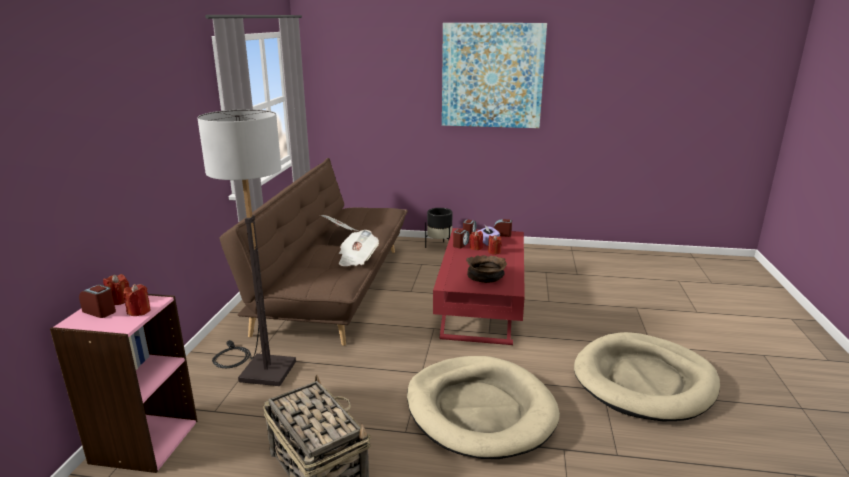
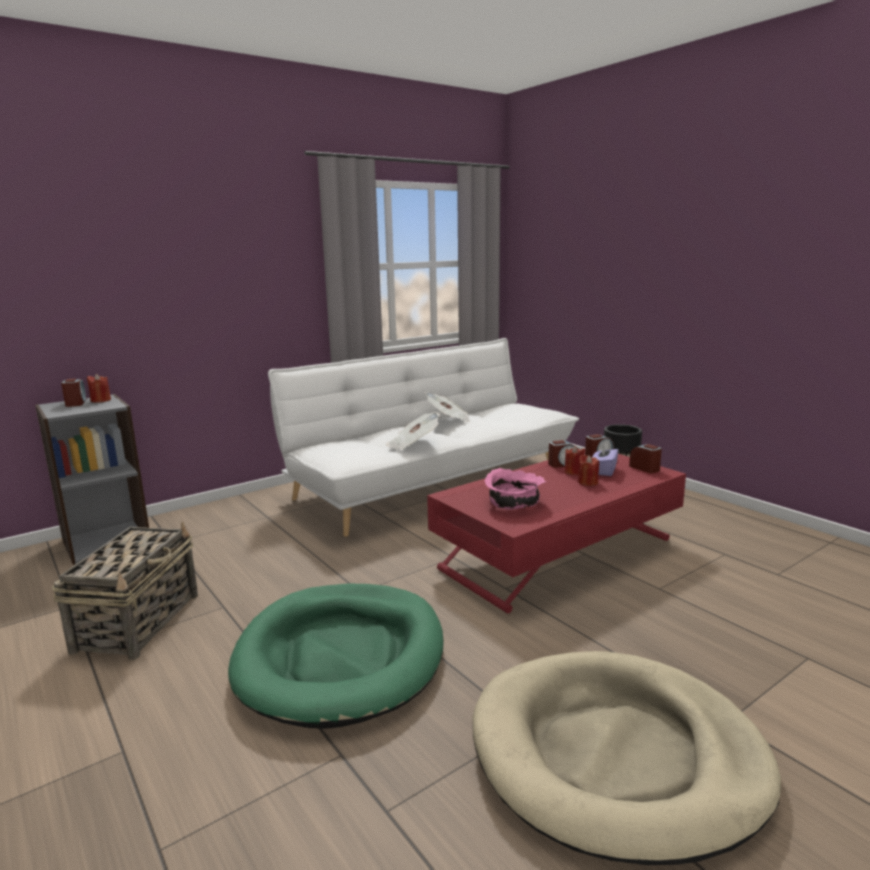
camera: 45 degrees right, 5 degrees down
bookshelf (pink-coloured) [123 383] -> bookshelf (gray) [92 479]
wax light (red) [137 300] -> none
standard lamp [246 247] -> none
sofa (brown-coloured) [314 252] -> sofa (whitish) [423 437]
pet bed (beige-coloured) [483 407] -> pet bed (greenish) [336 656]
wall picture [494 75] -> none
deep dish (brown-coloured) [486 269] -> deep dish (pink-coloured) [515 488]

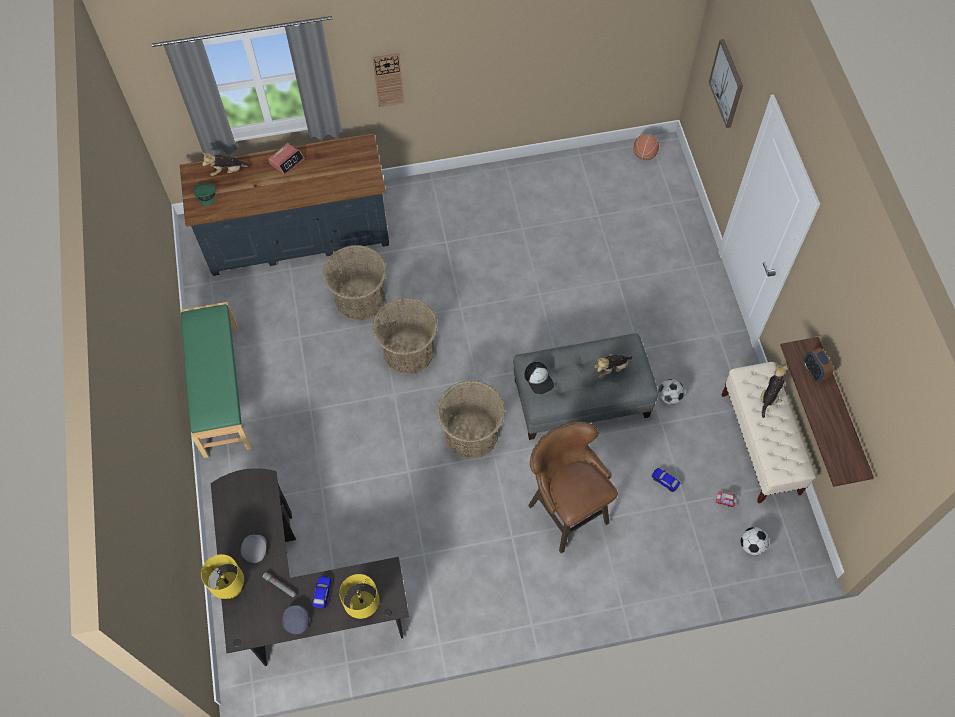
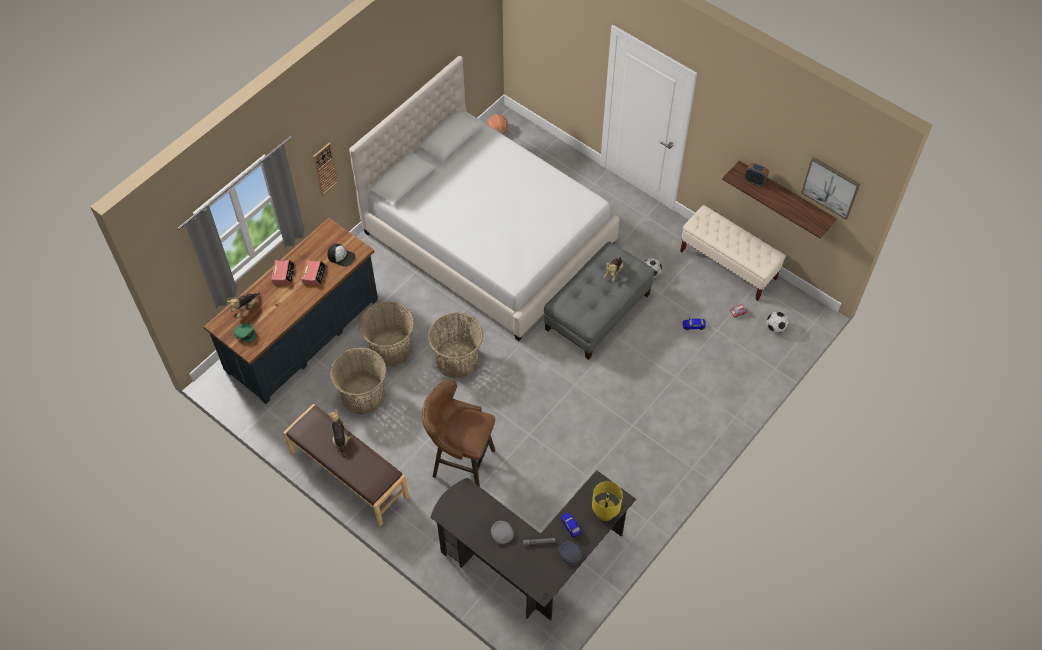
camera: 40 degrees left, 5 degrees down
bench (greenish) [216 380] -> bench (brown-coloured) [346 465]
tabletop lamp (yellowish) [222 576] -> none
storage basket [471 420] -> storage basket [358 381], move
baseball cap [539 378] -> baseball cap [341 255], move
stool seat (brown-coloured) [573 487] -> stool seat (brown-coloured) [458 433], move
wall picture [726 83] -> wall picture [830 188], move
cuddly toy [773 391] -> cuddly toy [340 434], move
none -> alarm clock [314 273]
none -> bedroom bed (whitish) [484 198]

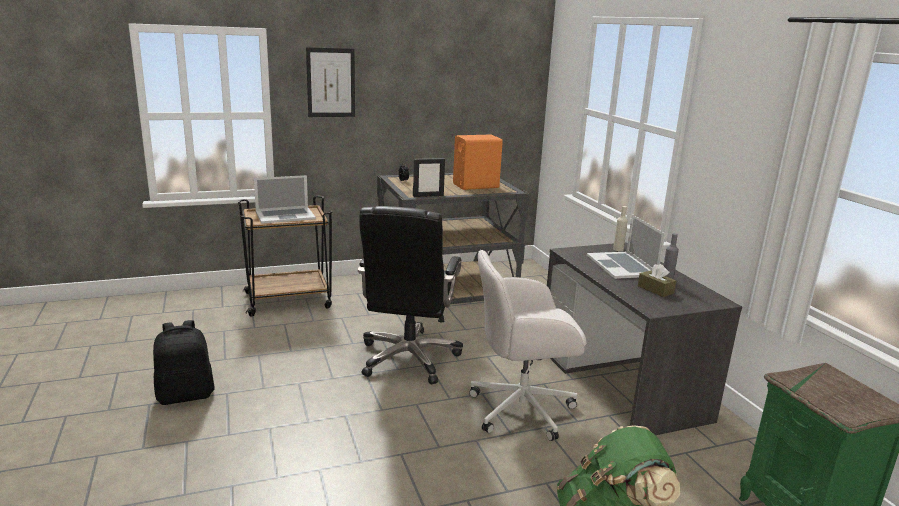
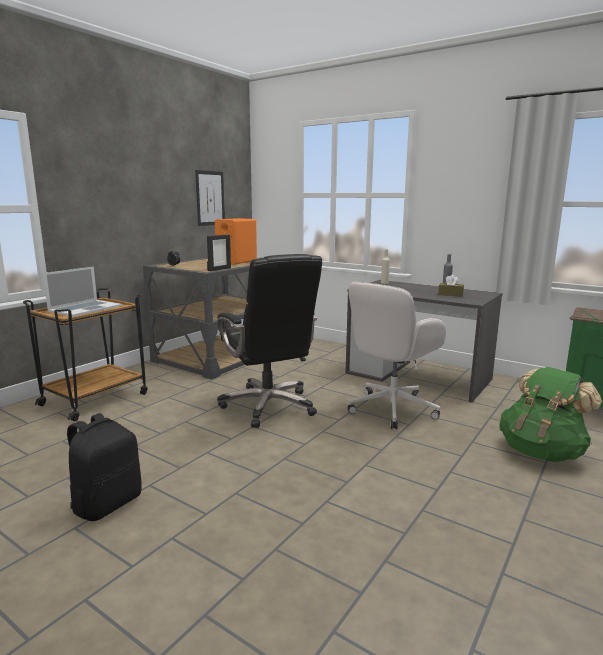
camera: 35 degrees left, 5 degrees down
wall picture [330 82] -> wall picture [210 198], move
portable computer [626 246] -> none

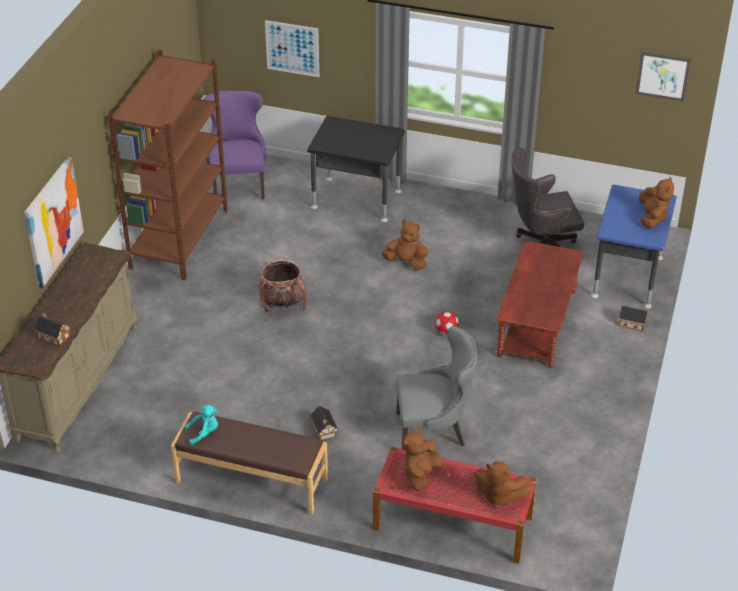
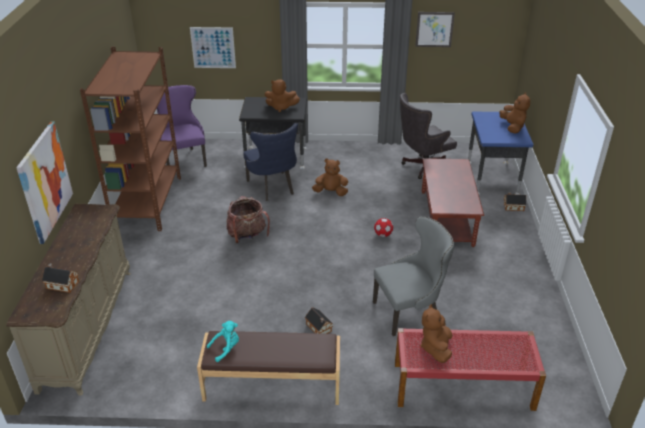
camera: 15 degrees left, 5 degrees down
cuddly toy (brown-coloured) [503 485] -> cuddly toy (brown-coloured) [282 95], move
wall picture [663 76] -> wall picture [435 29], move
none -> upright chair (blue-coloured) [271 161]

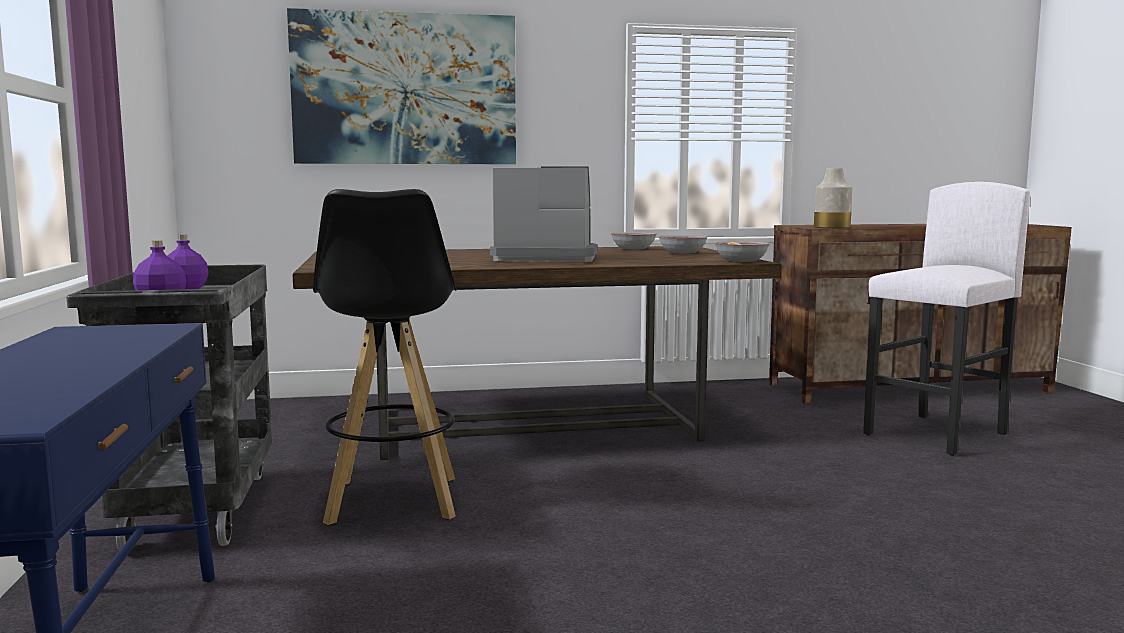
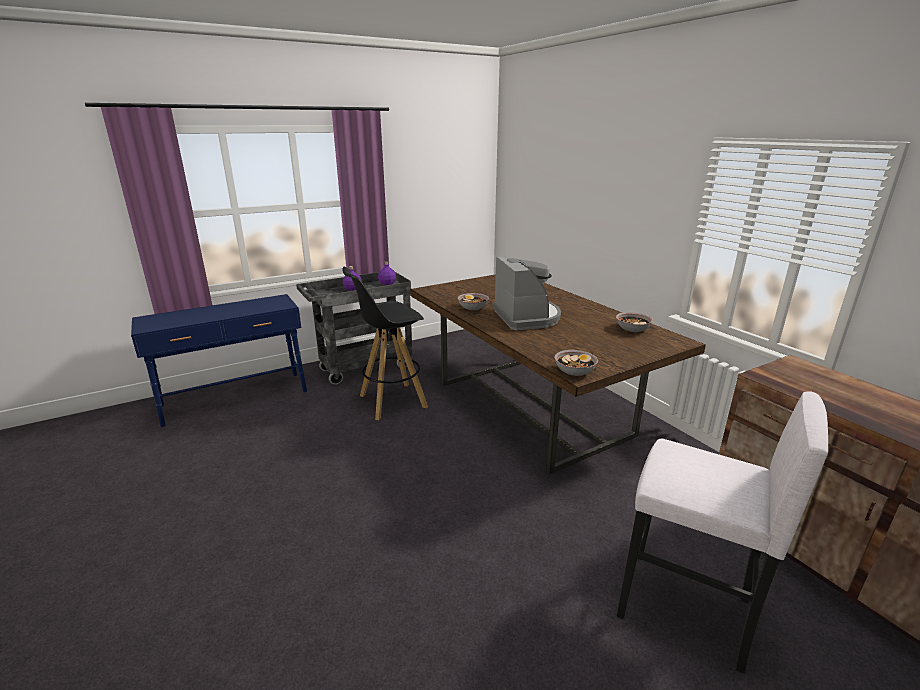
camera: 70 degrees right, 15 degrees up
wall picture [401 86] -> none
deep dish [683 244] -> deep dish [473 301], move
decorative vase (beige-coloured) [833 198] -> none

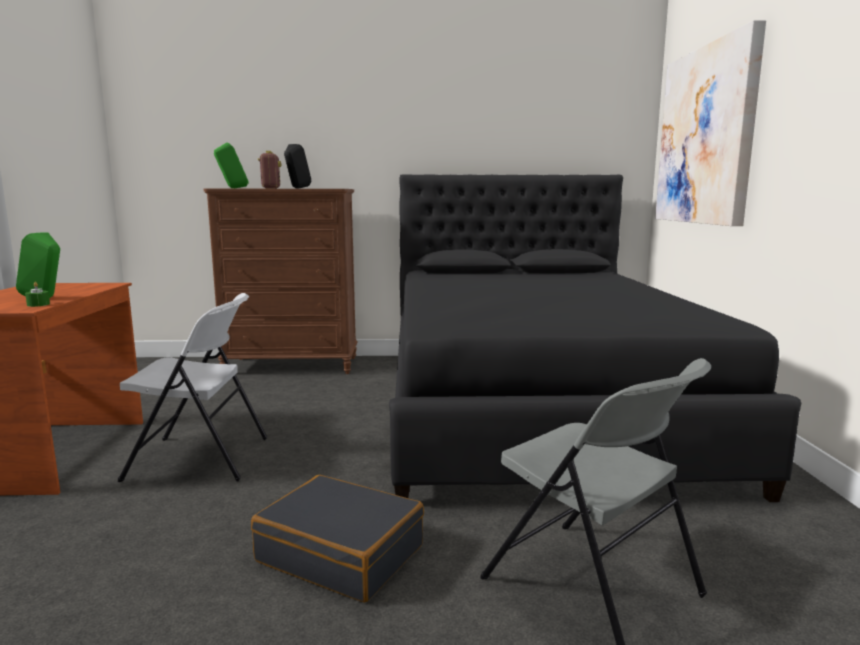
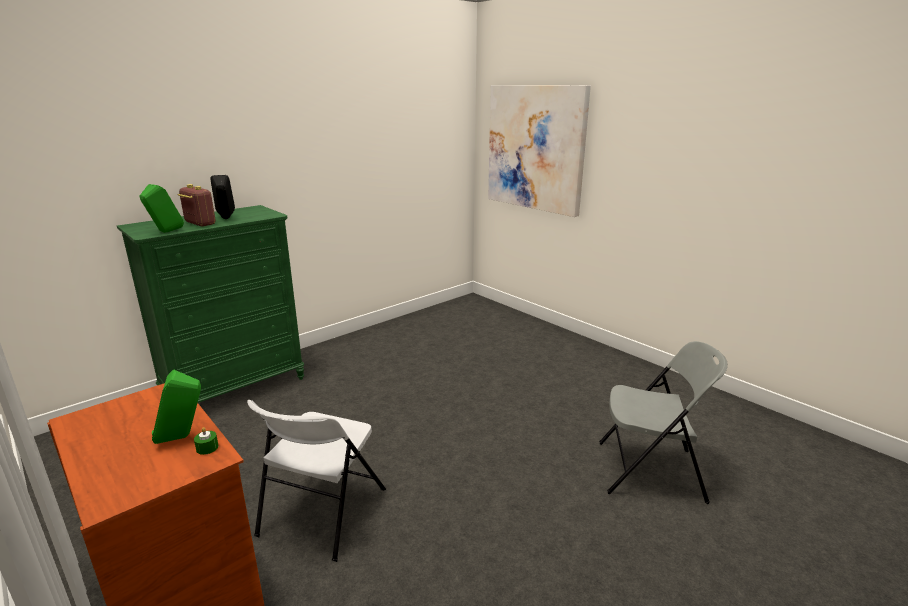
camera: 40 degrees left, 10 degrees up
upright chair (whitish) [192 387] -> upright chair (whitish) [316 481], 150 degrees clockwise
drawer chest (brown-coloured) [280 281] -> drawer chest (greenish) [210 304]
piece of luggage (black-coloured) [337 538] -> none
bedroom bed (black-coloured) [595 338] -> none

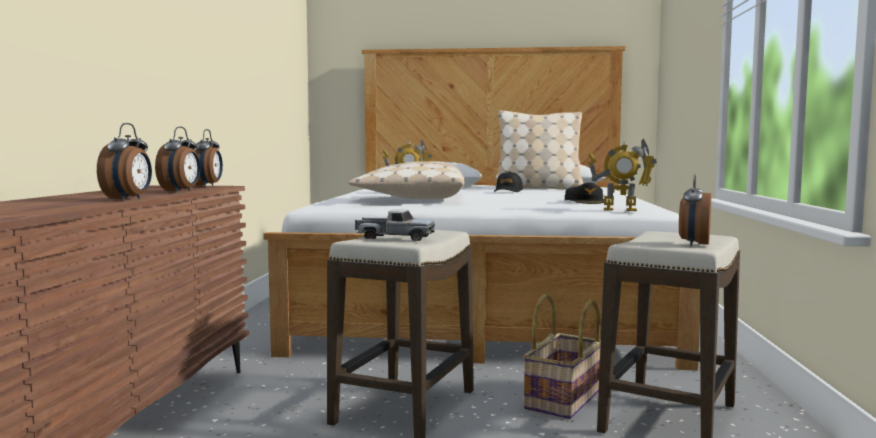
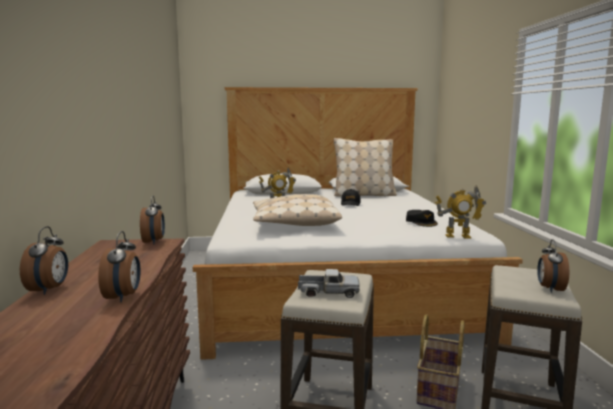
camera: 10 degrees left, 5 degrees up
alarm clock [177 159] -> alarm clock [44 260], move

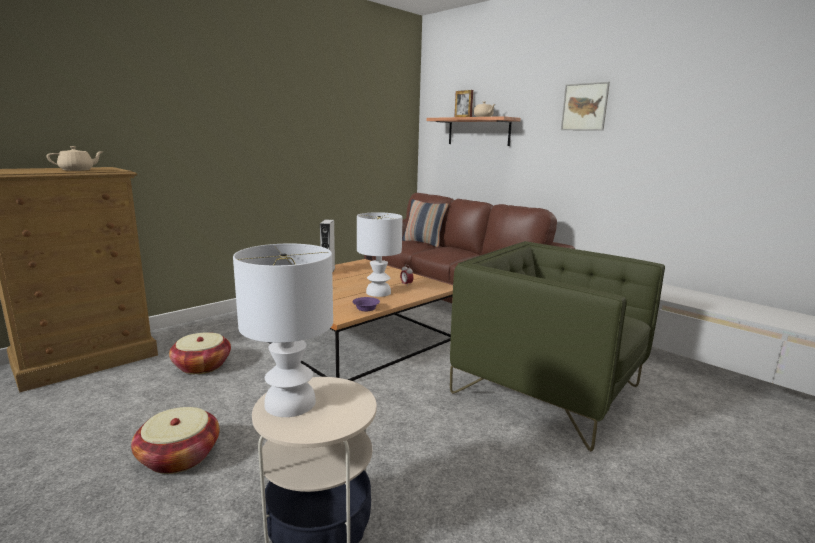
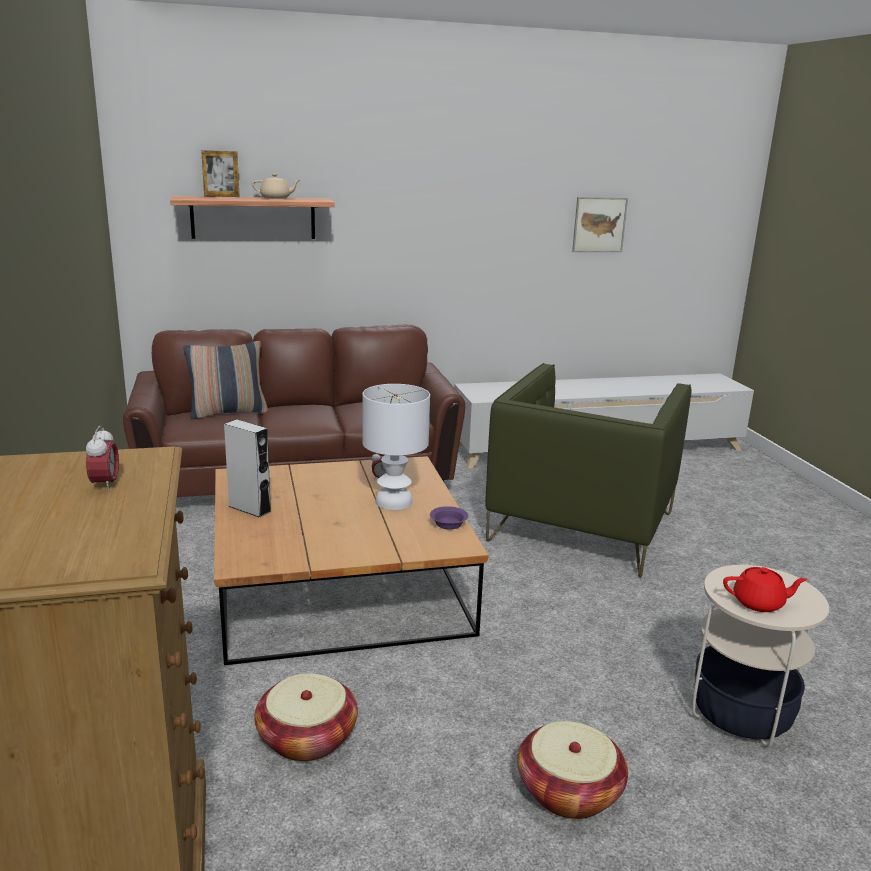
camera: 60 degrees left, 5 degrees up
teapot (beige-coloured) [75 158] -> alarm clock [102 459]
tabletop lamp (whitish) [283 330] -> teapot (red) [765 589]
easy chair (greenish) [557 346] -> easy chair (greenish) [588 470], 45 degrees counterclockwise
wall picture [585 106] -> wall picture [600 224], move

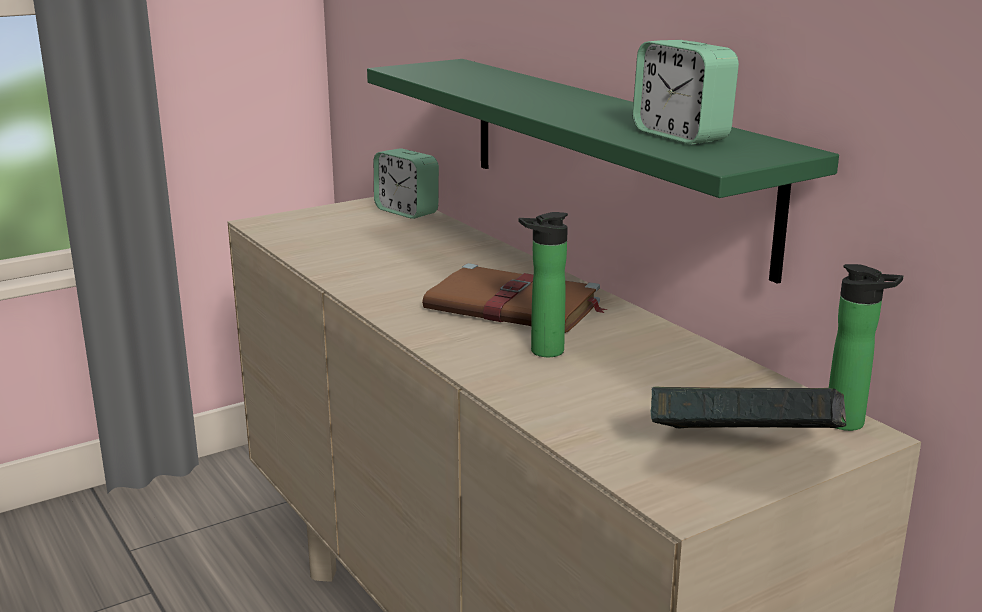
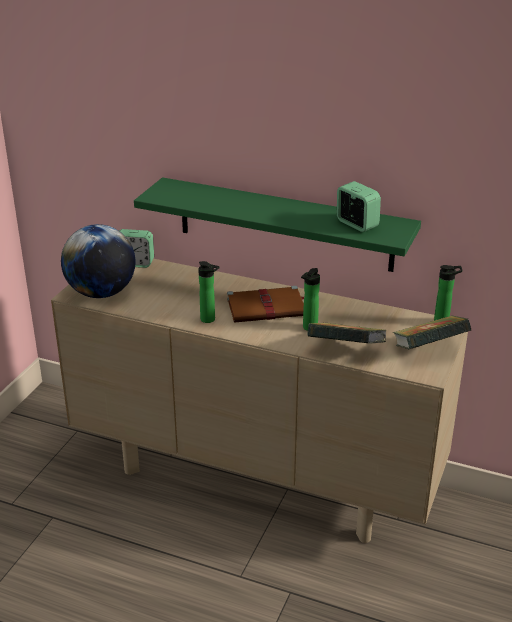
camera: 35 degrees left, 10 degrees up
alarm clock [686 92] -> alarm clock [359 206], 150 degrees counterclockwise
none -> desk globe [98 261]
none -> beverage bottle [209 292]
none -> bound book [347 333]

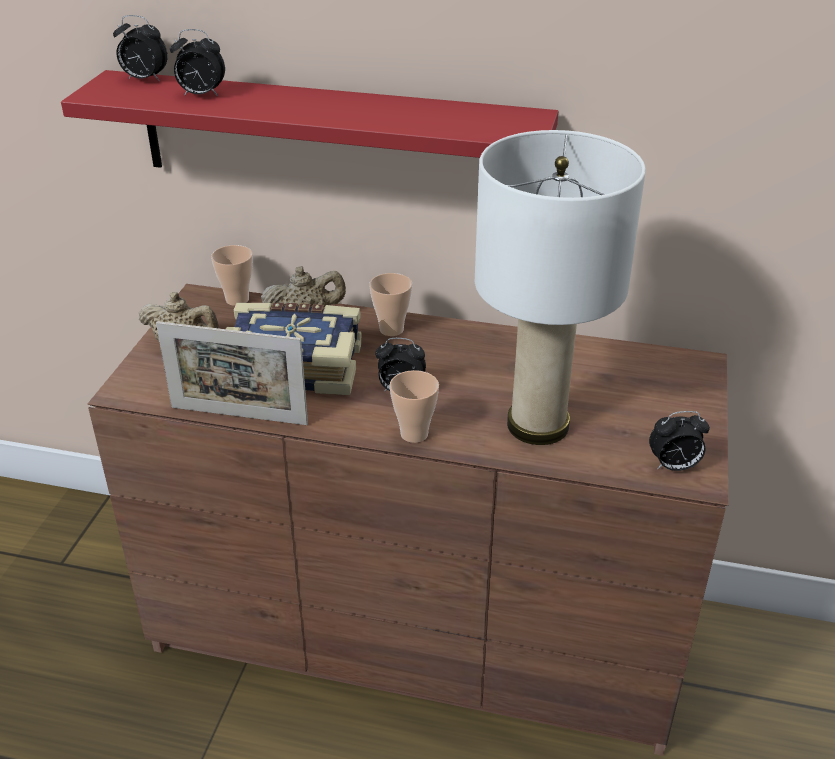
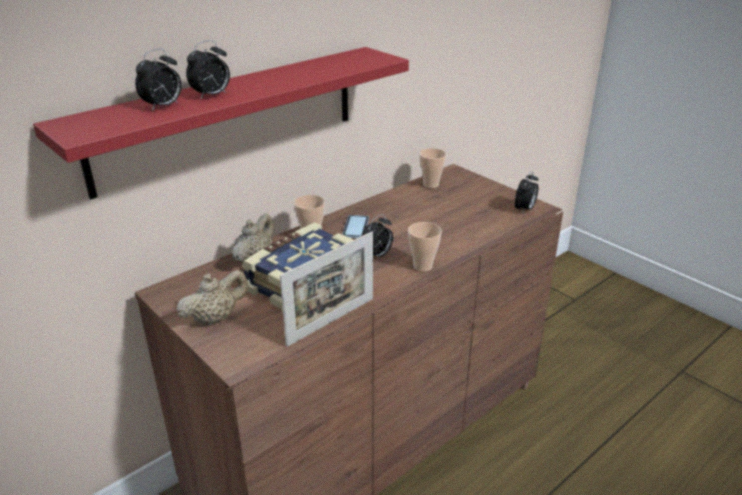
camera: 55 degrees left, 5 degrees down
alarm clock [140 48] -> alarm clock [208 69], move
small cup [232 275] -> small cup [432 168], move
tabletop lamp (whitish) [560 287] -> none
none -> phone [355 226]

